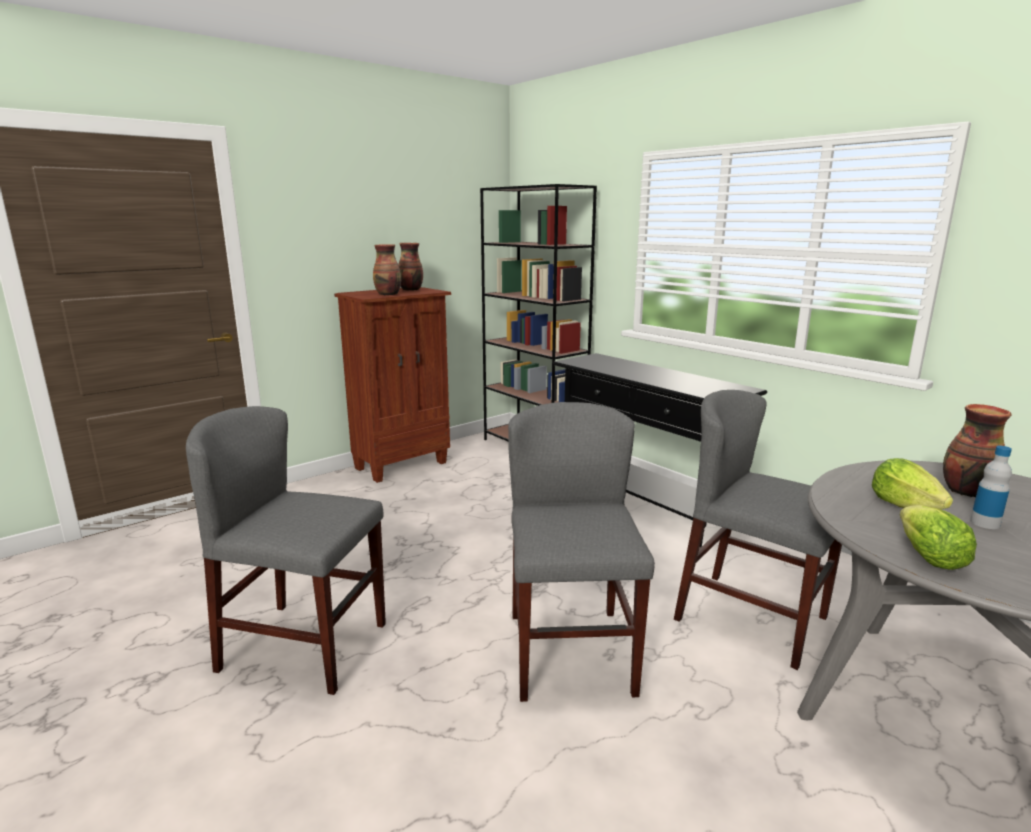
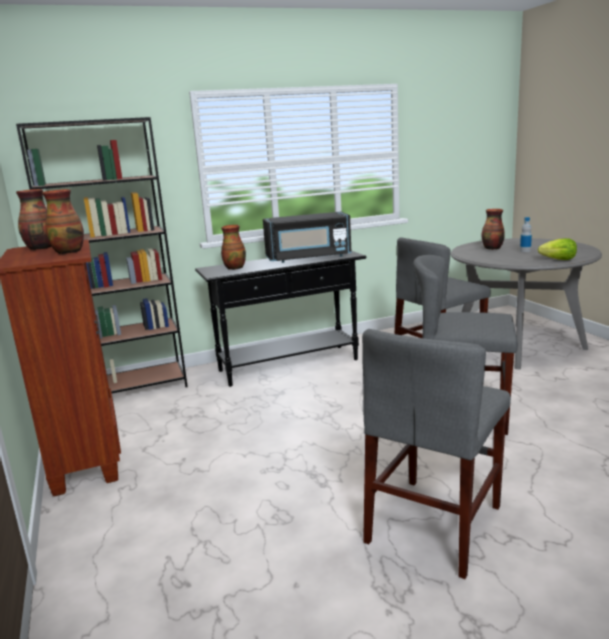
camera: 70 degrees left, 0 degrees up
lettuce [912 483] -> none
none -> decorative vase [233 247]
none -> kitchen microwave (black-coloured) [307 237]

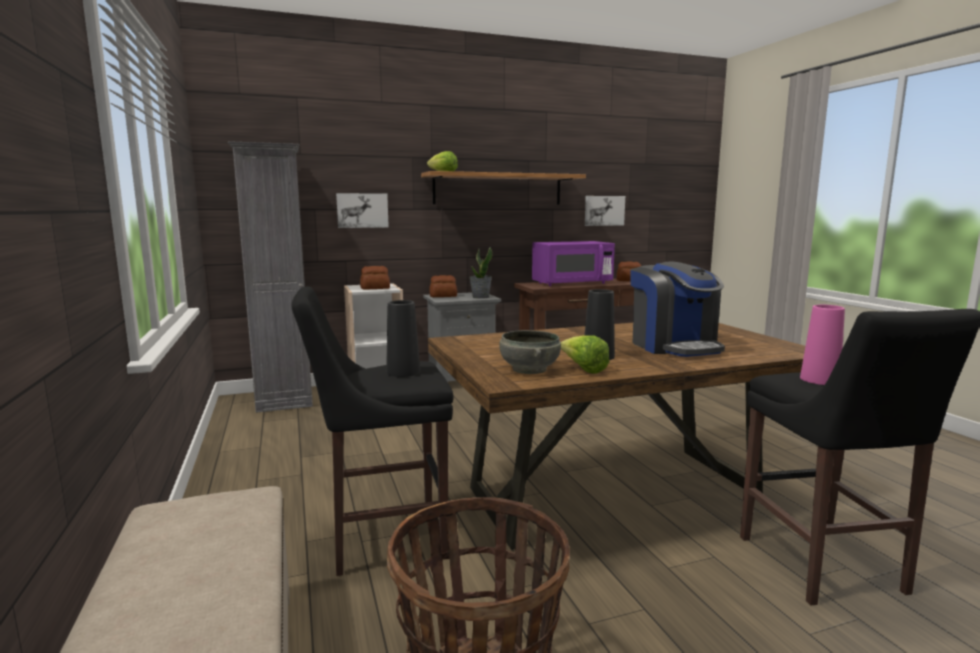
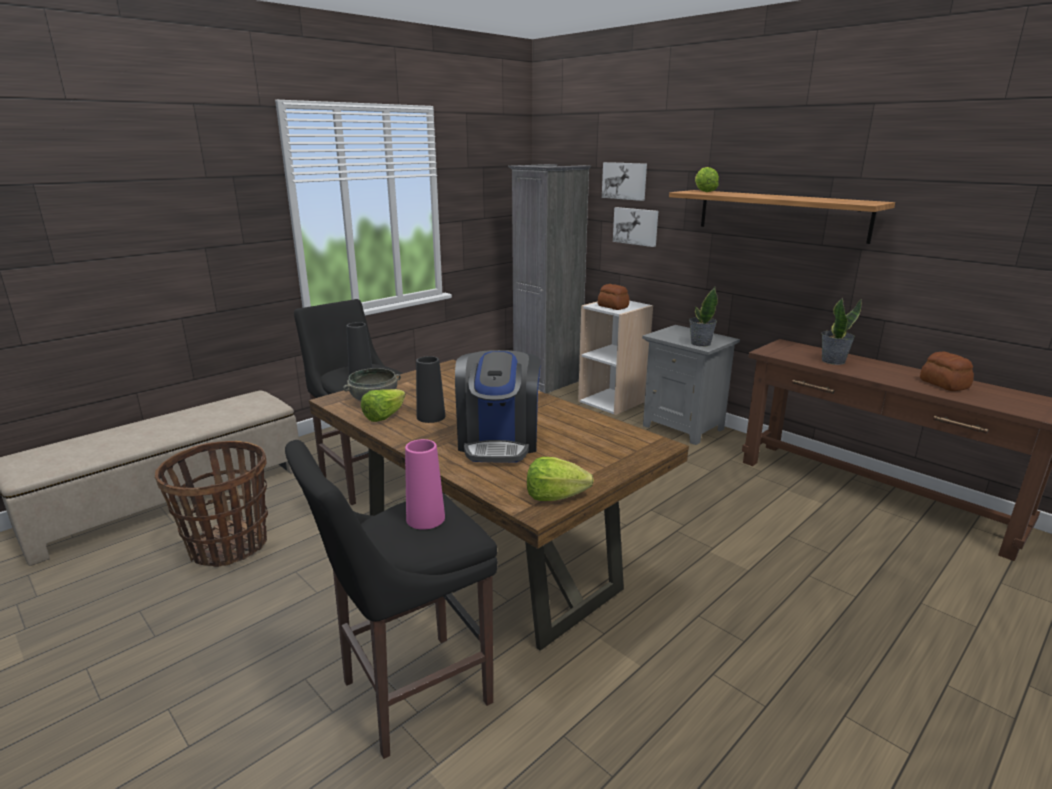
camera: 65 degrees right, 10 degrees up
bread [443 286] -> none
kitchen microwave (purple) [573 263] -> plant in a pot [841 331]
wall picture [605 211] -> wall picture [624 181], move
coffee machine [677 309] -> coffee machine [498 406], 45 degrees counterclockwise
none -> lettuce [560 479]

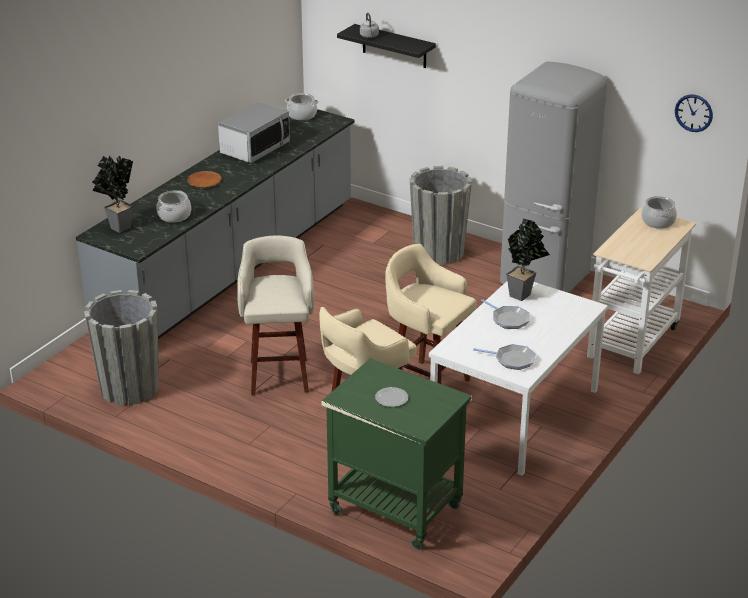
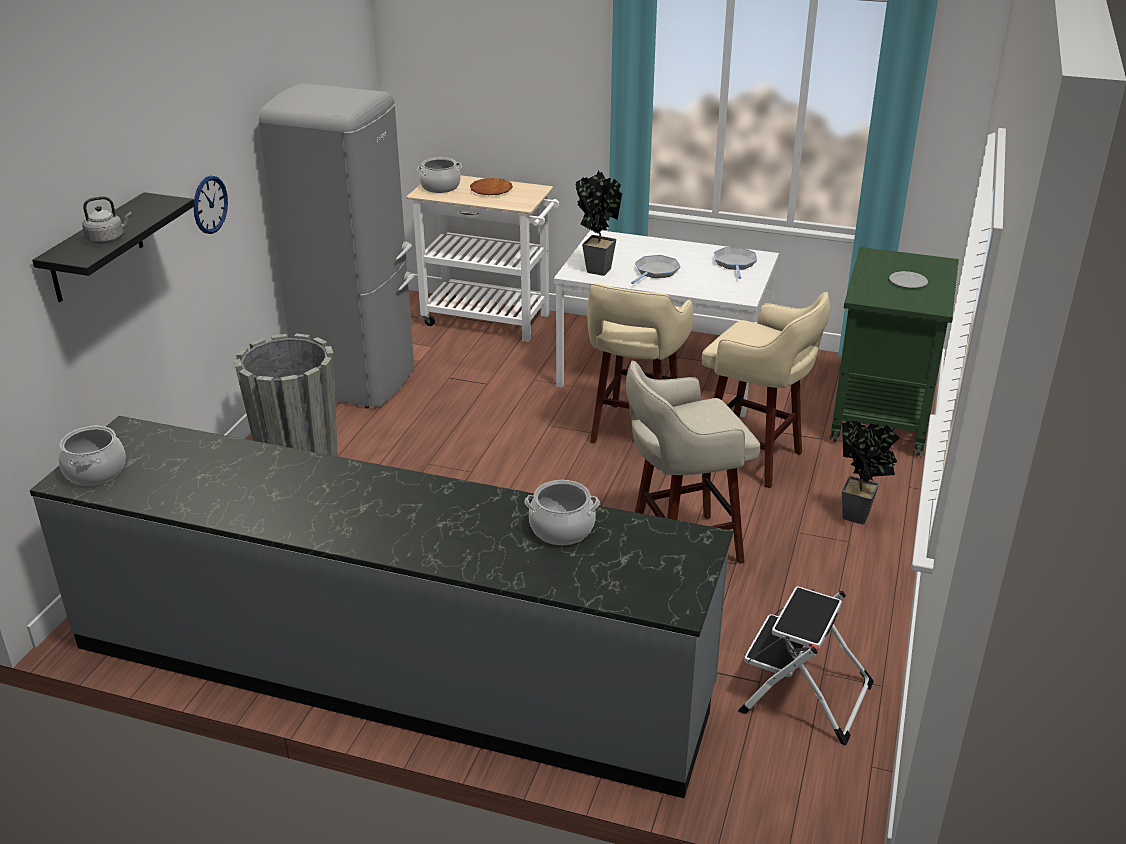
camera: 105 degrees left, 0 degrees up
plant pot (gray) [121 347] -> step ladder [806 666]
plant in a pot [112 194] -> plant in a pot [871 472], move
flat dish (brown-coloured) [204 179] -> flat dish (brown-coloured) [491 186], move
kitchen microwave [254 132] -> none
wall clock [694 113] -> wall clock [211 205], move

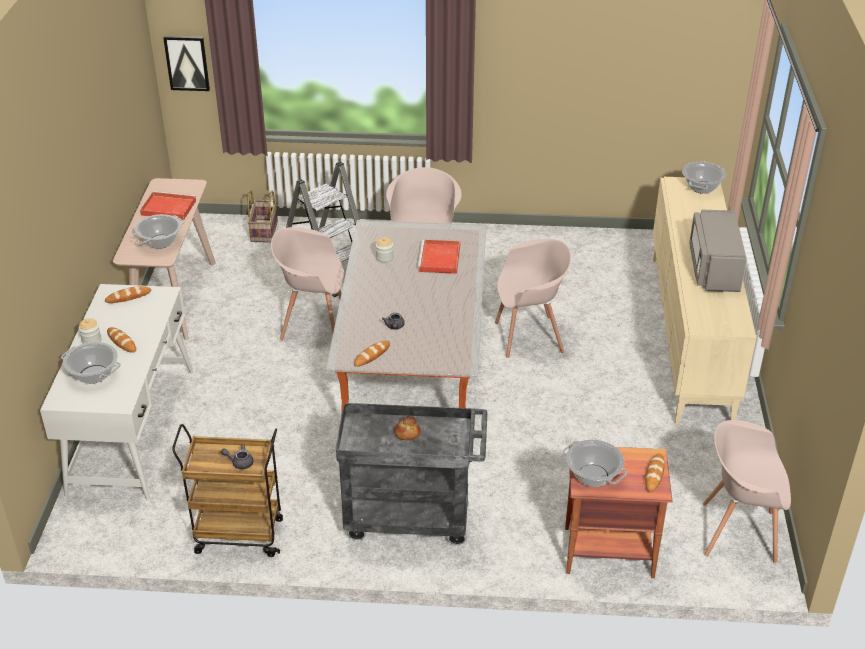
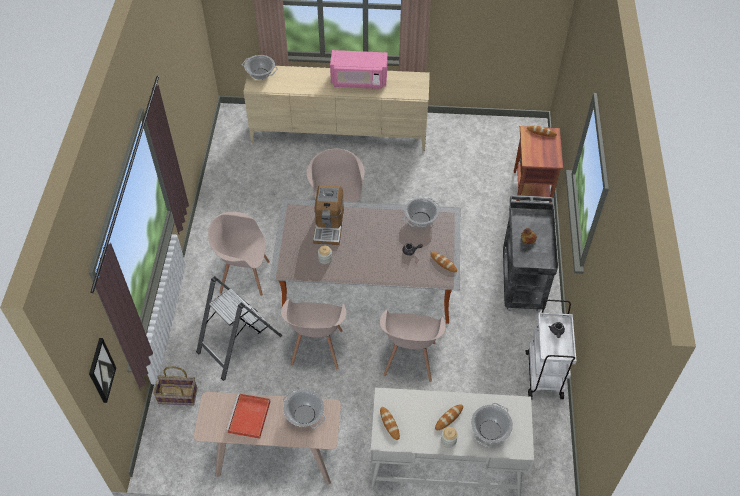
camera: 90 degrees left, 15 degrees up
wheeled cart (brown-coloured) [227 490] -> wheeled cart (whitish) [551 350]
serving tray (red) [438 257] -> coffee machine [328 215]
stockpot [595 463] -> stockpot [421 212], move
kitchen microwave (gray) [718 251] -> kitchen microwave (pink-coloured) [359 69]
upright chair (beige-coloured) [747 491] -> upright chair (beige-coloured) [413 345], move

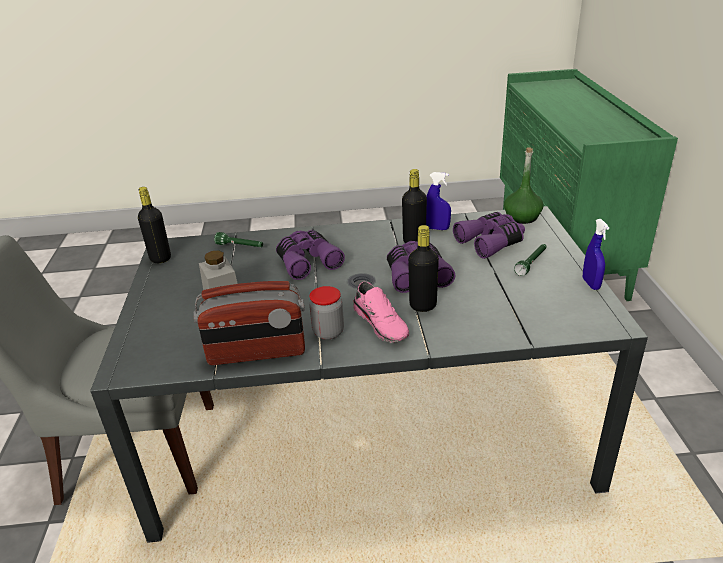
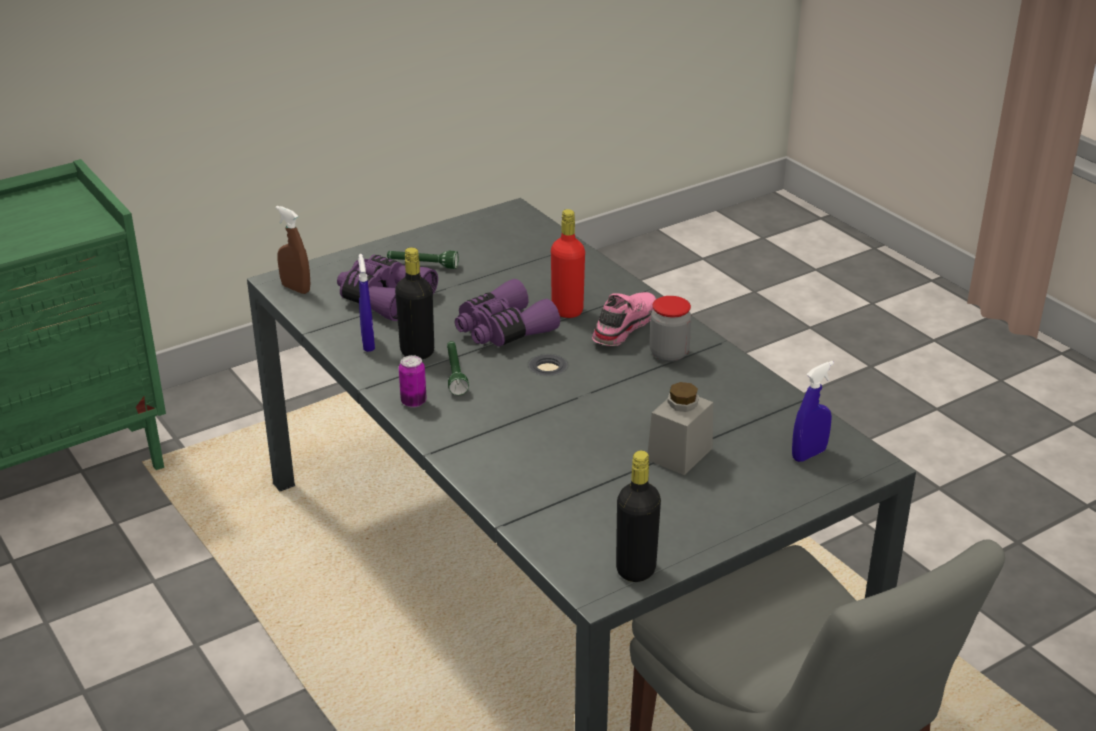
camera: 120 degrees left, 0 degrees up
radio set [249 323] -> none
flashlight (greenish) [238 239] -> flashlight (greenish) [458 368], move
binoculars (purple) [310 255] -> none
beverage bottle (black-coloured) [423 268] -> beverage bottle (red) [568 263]
beverage bottle (greenish) [523 185] -> hand sprayer (brown-coloured) [293 250]
hand sprayer (blue-coloured) [596 254] -> hand sprayer (blue-coloured) [813 411], move
none -> metal can [413 381]

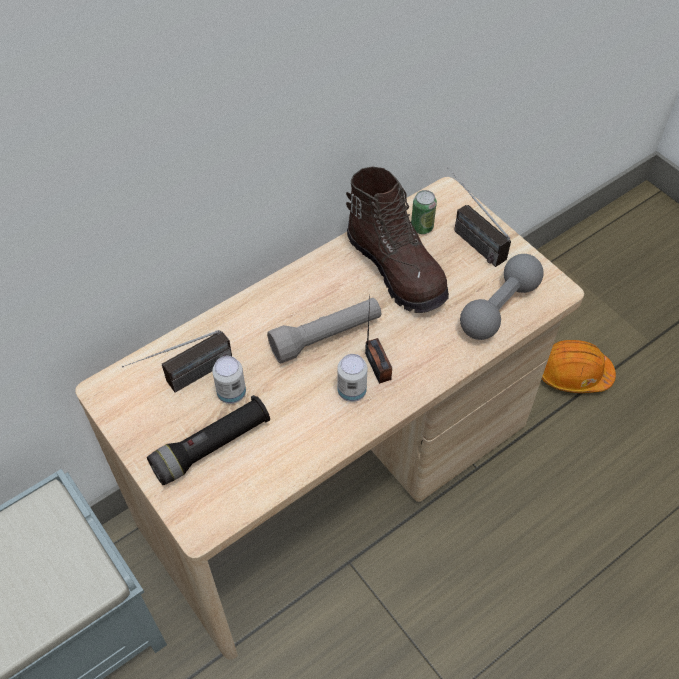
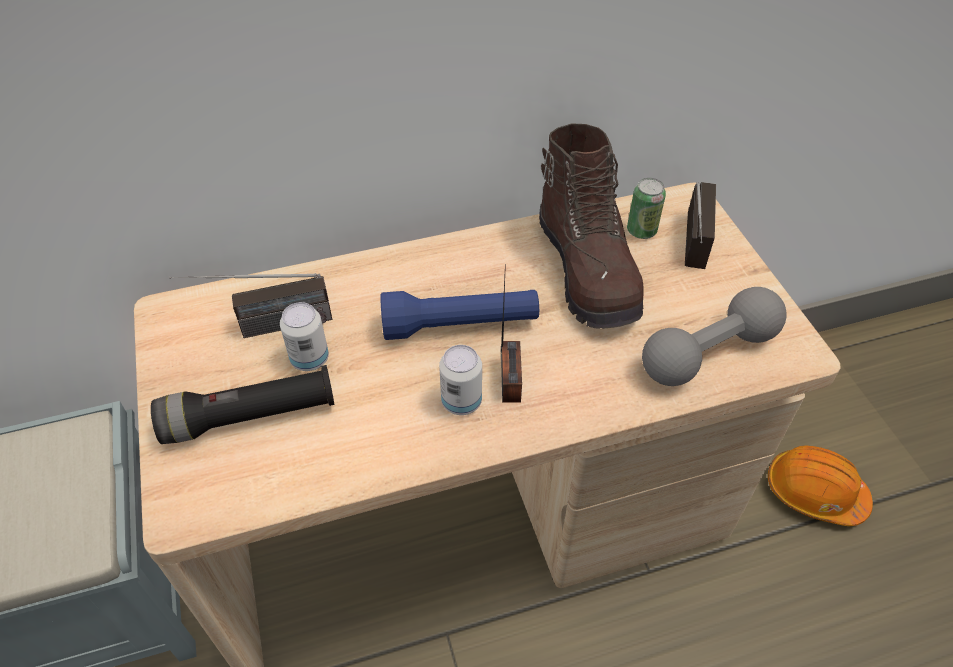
camera: 20 degrees right, 5 degrees down
flashlight (gray) [324 331] -> flashlight (blue-coloured) [459 315]
radio set [479 217] -> radio set [700 225], 150 degrees counterclockwise

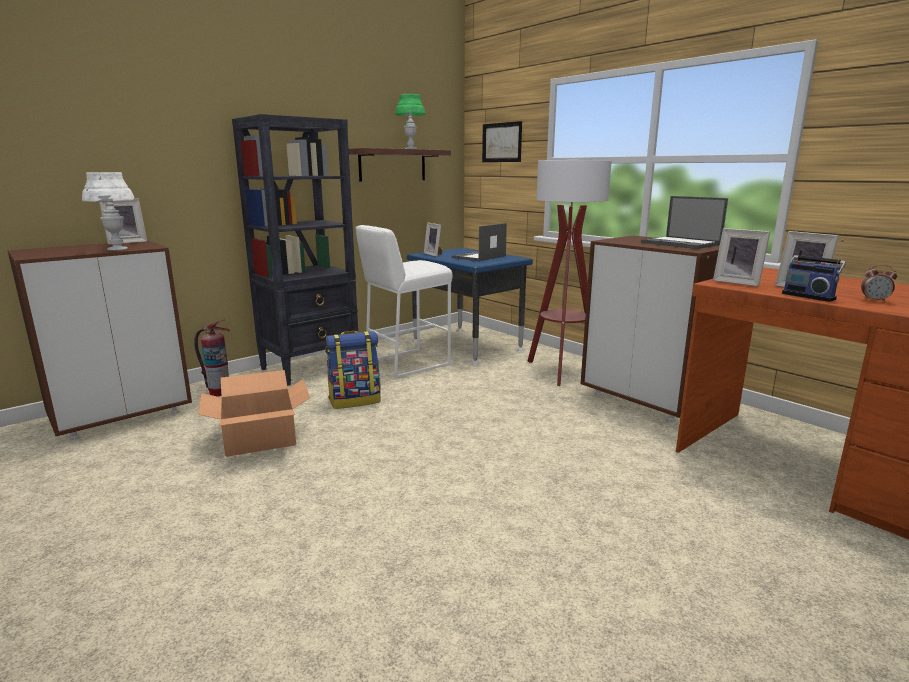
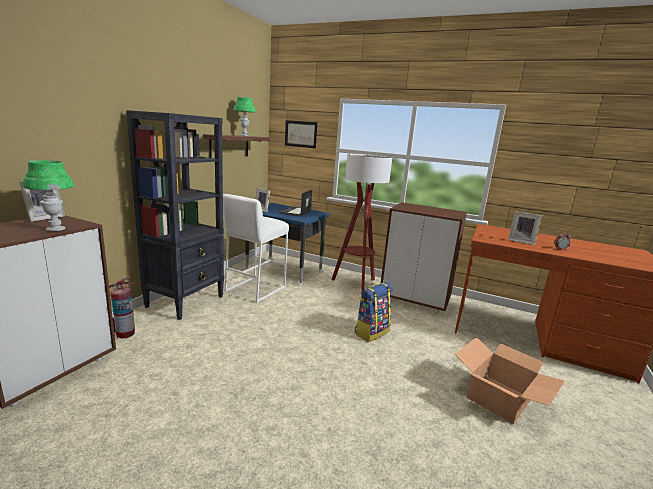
camera: 25 degrees left, 0 degrees up
tabletop lamp (whitish) [108 211] -> tabletop lamp (greenish) [48 195]
carton [254 413] -> carton [510 380], move
knapsack [353 370] -> knapsack [373 312], move
portable computer [684 222] -> none
picture frame [741 257] -> none
radio set [814 270] -> none

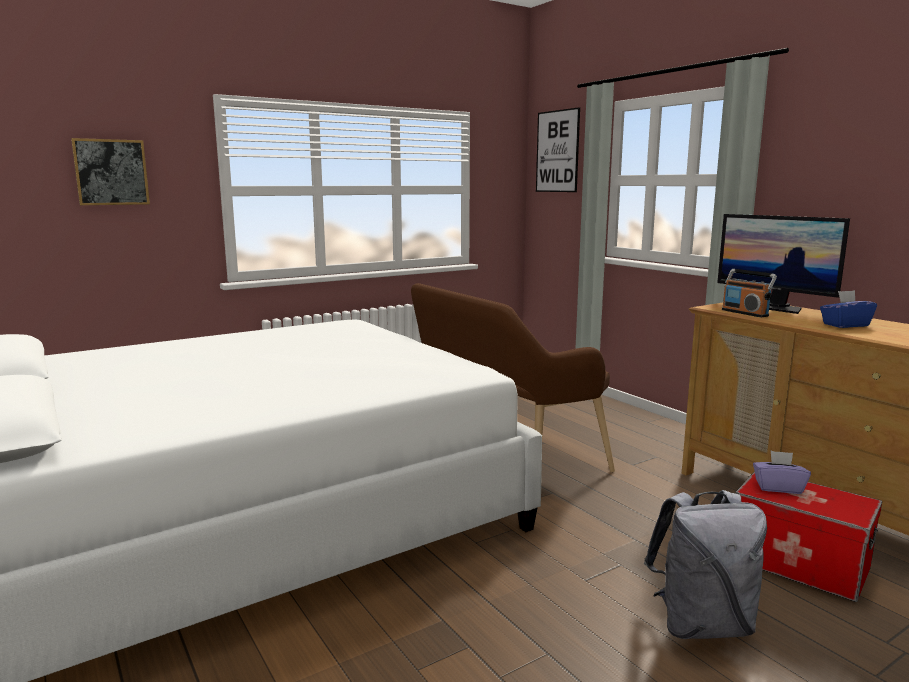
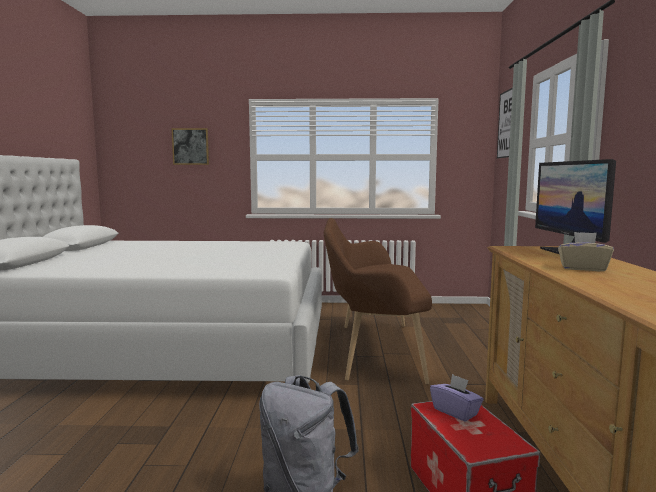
camera: 35 degrees right, 5 degrees down
radio set [749 293] -> none
tissue box (blue-coloured) [848 309] -> tissue box (beige-coloured) [586 251]

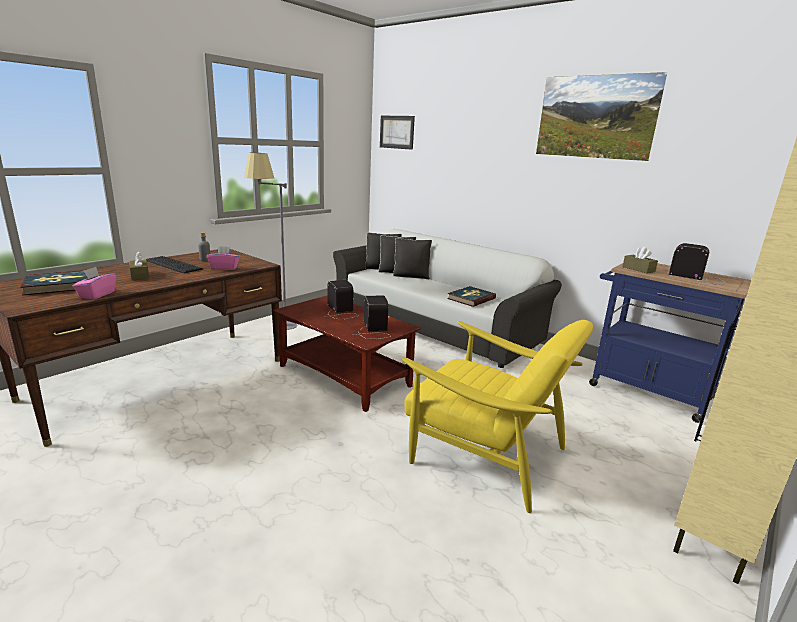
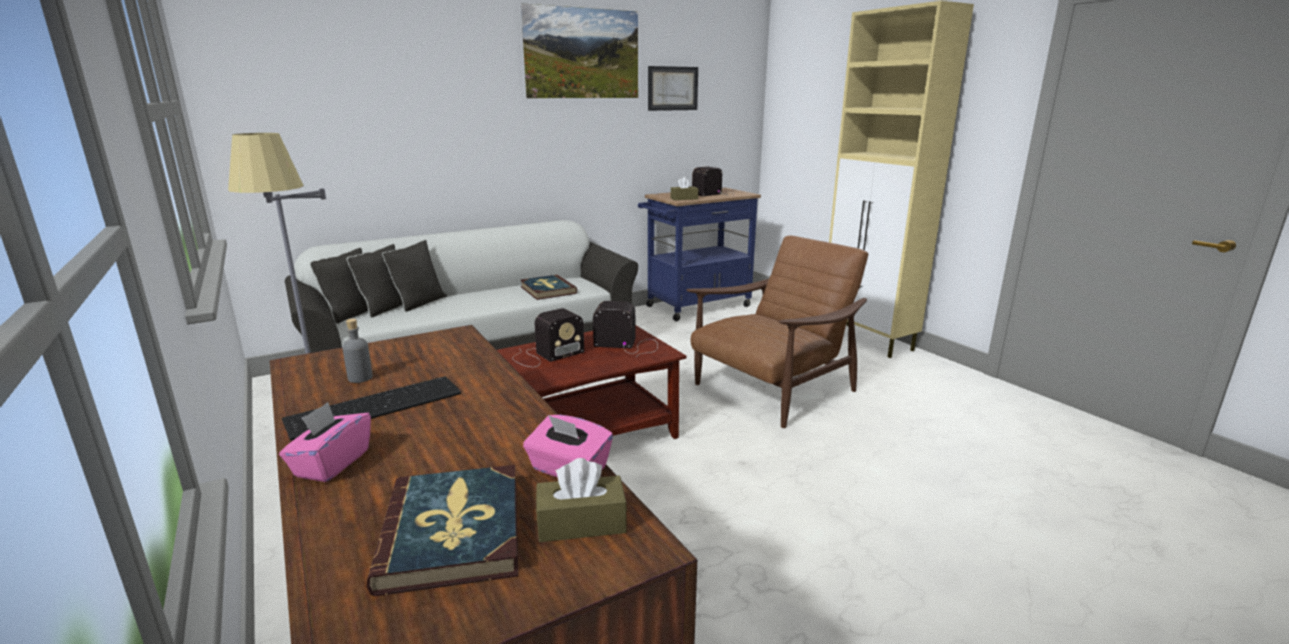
camera: 70 degrees left, 0 degrees up
tissue box (brown-coloured) [139 266] -> tissue box (brown-coloured) [581 500], move
tissue box (pink-coloured) [223 258] -> tissue box (pink-coloured) [325 442], move
radio set [341 299] -> radio set [548 337], 150 degrees clockwise
wall picture [397 133] -> wall picture [673 88], move
easy chair (yellowish) [497 416] -> easy chair (brown-coloured) [777 331]

